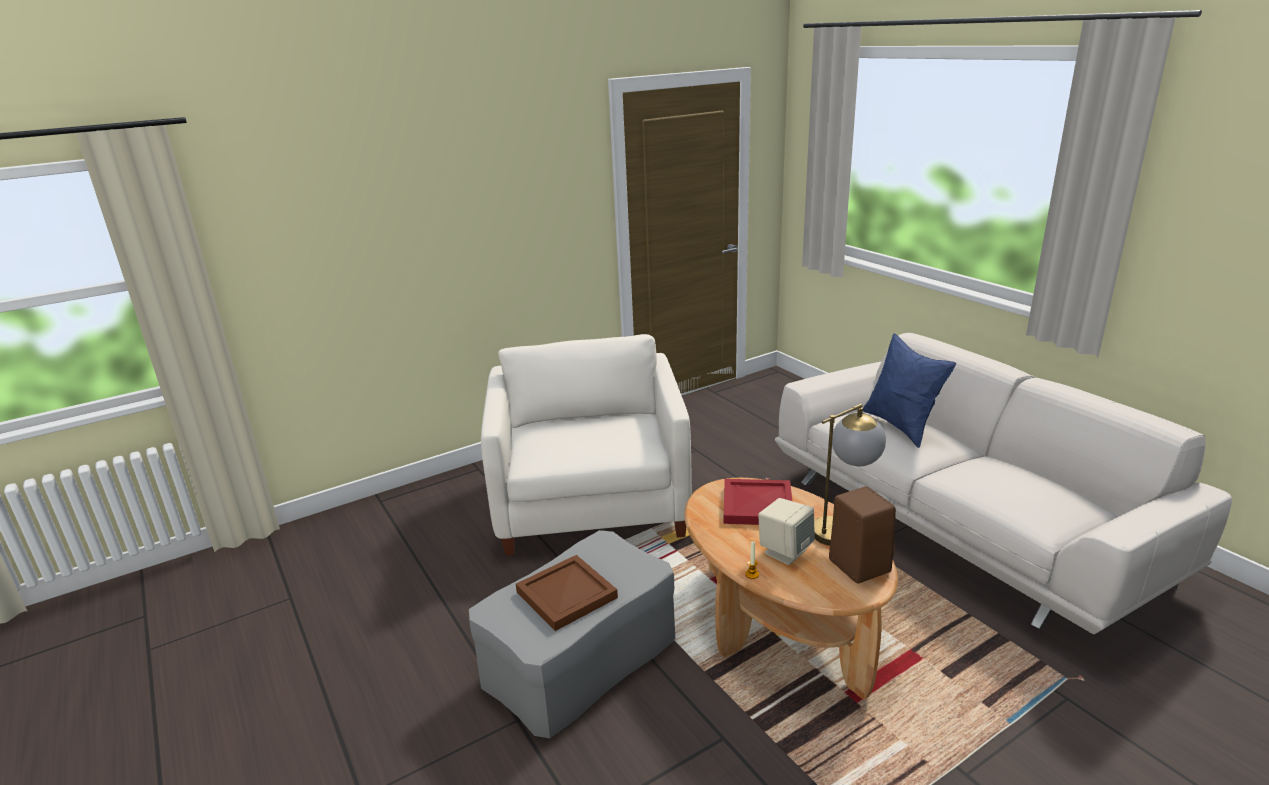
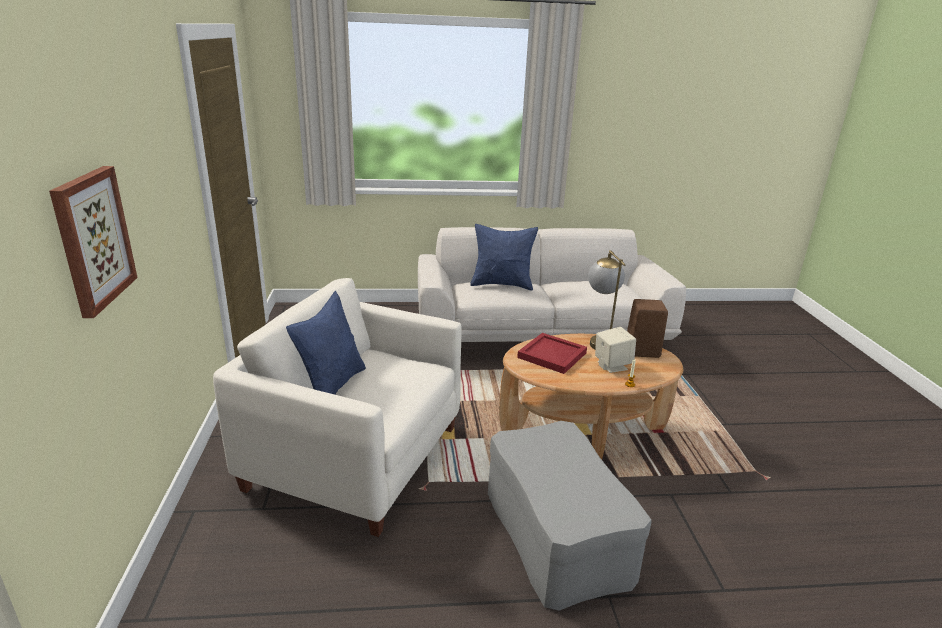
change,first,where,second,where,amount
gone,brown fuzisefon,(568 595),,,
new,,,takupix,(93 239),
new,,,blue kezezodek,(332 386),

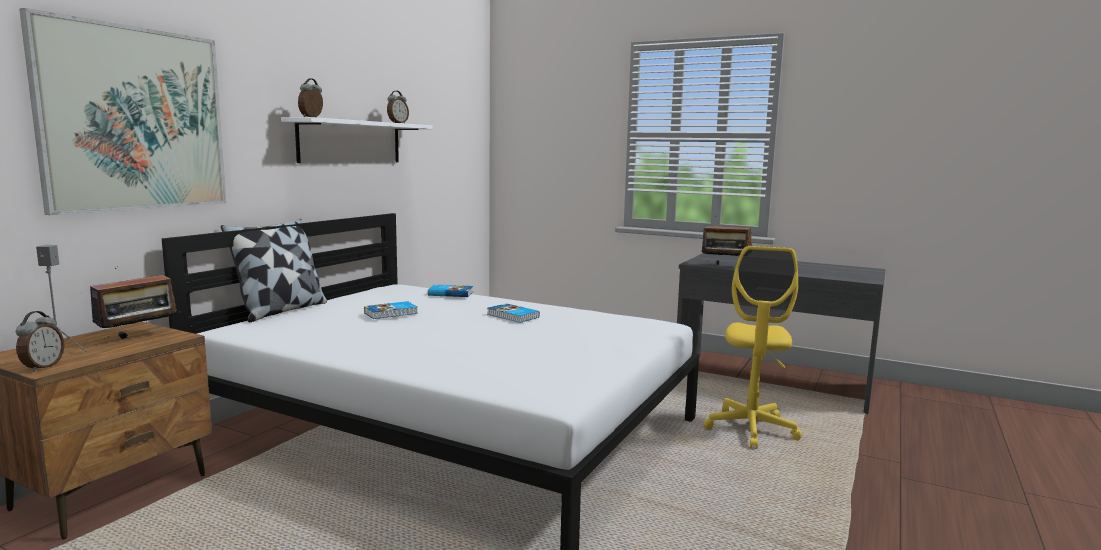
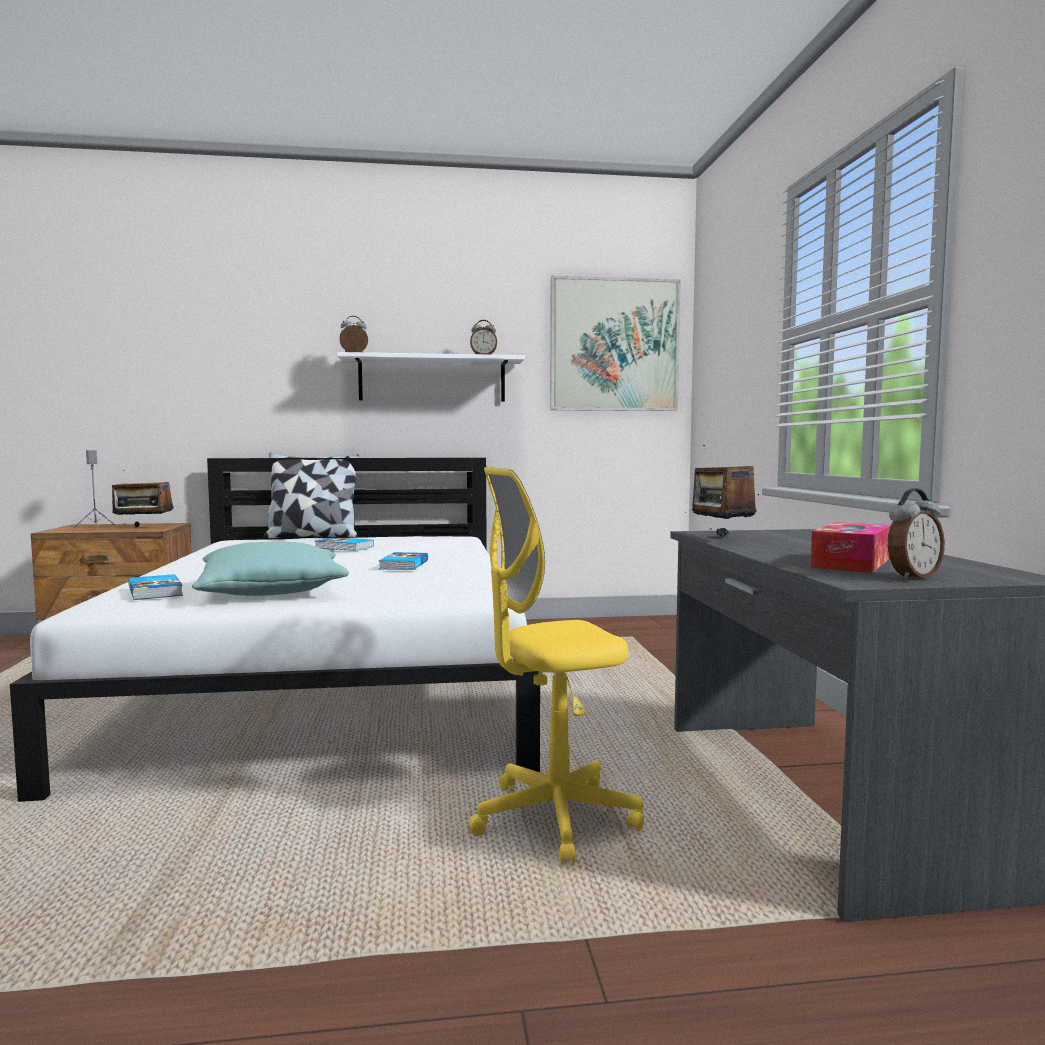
change,first,where,second,where,amount
new,,,turquoise kezezodek,(272 591),
new,,,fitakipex,(851 563),
shifted,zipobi,(42 367),,(912 577),
shifted,takupix,(134 119),,(614 345),
shifted,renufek,(450 293),,(157 591),

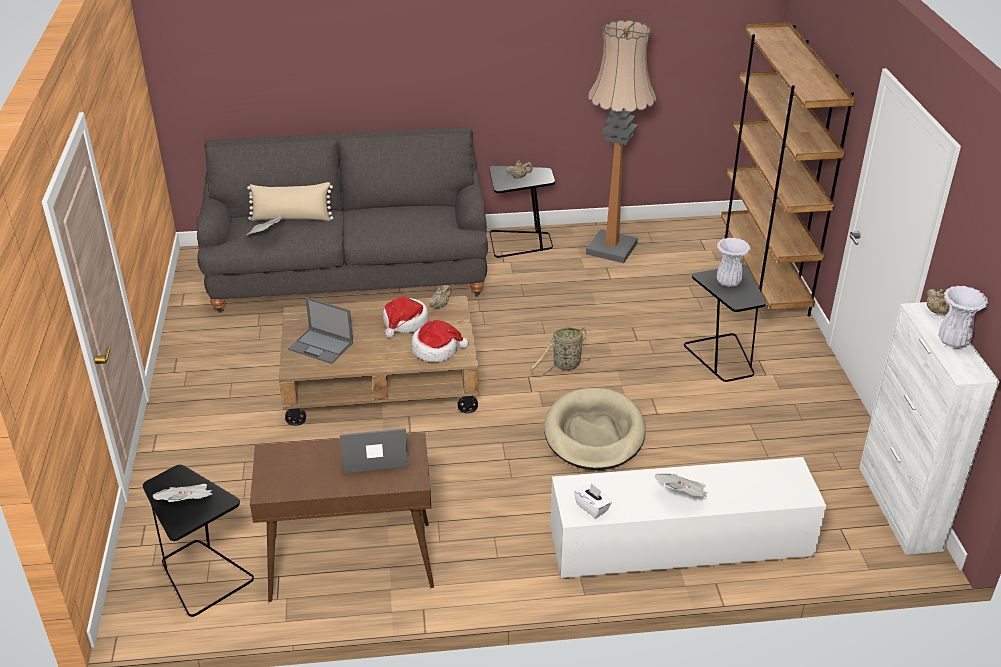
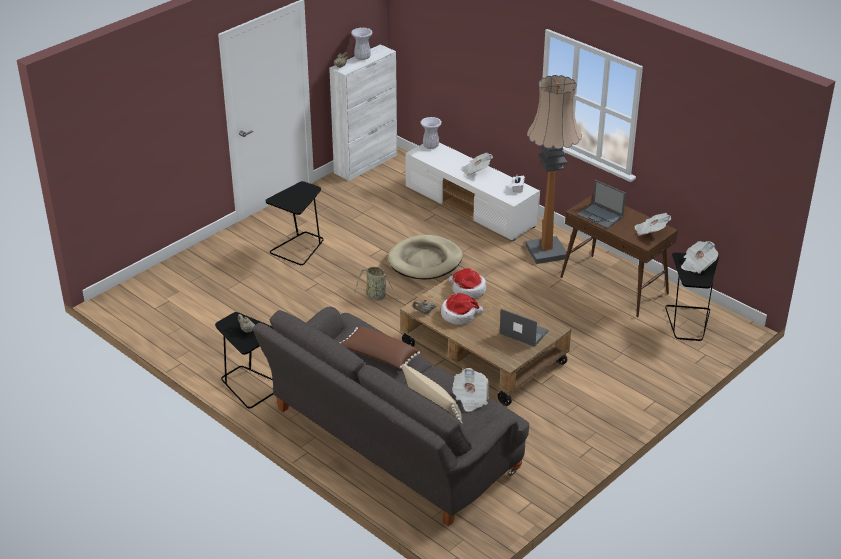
change,first,where,second,where,amount
gone,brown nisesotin,(763 274),,,
new,,,brown kezezodek,(379 356),
new,,,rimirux,(651 231),
shifted,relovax,(611 249),,(546 252),
shifted,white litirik,(727 282),,(431 146),
rotated,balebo,(321 346),,(523 332),45 degrees counterclockwise

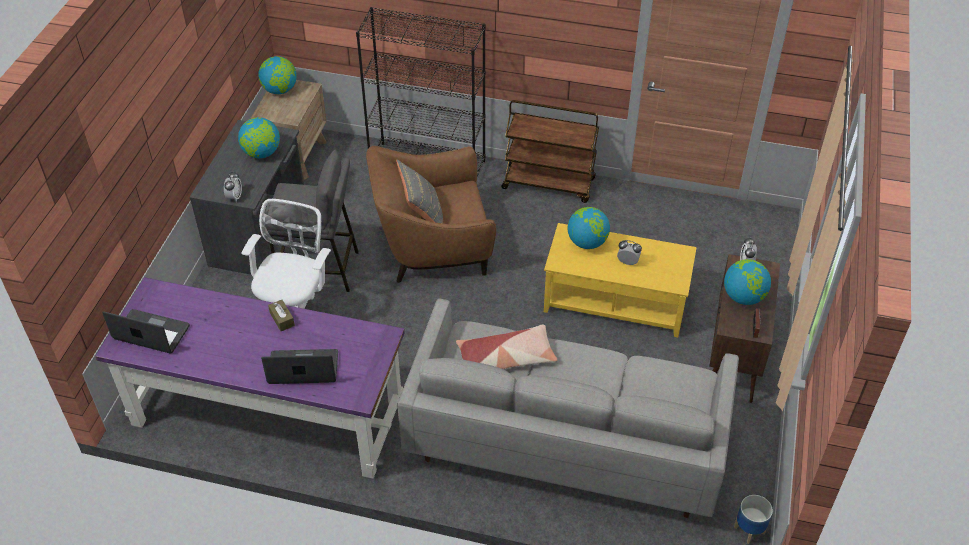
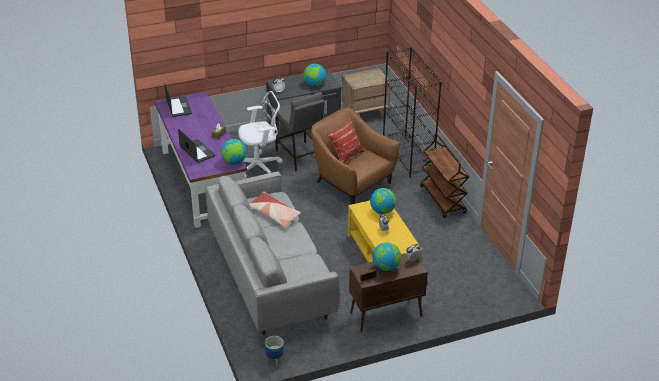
change,first,where,second,where,amount
shifted,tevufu,(280 90),,(234 162),
repainted,grey kezezodek,(422 213),red kezezodek,(346 154),

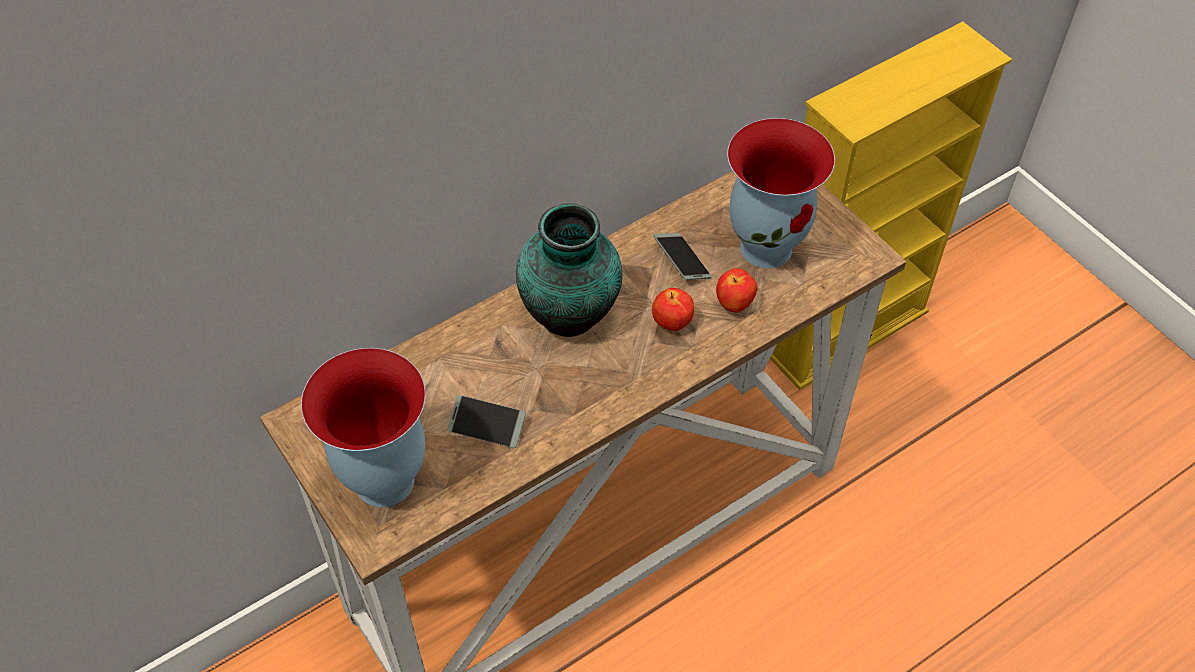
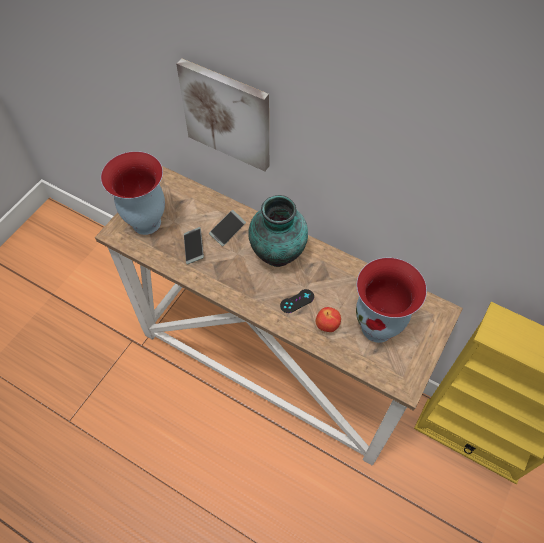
change,first,where,second,where,amount
new,,,takupix,(227 114),
shifted,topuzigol,(681 261),,(227 230),
swapped,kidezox,(671 324),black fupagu,(297 301),

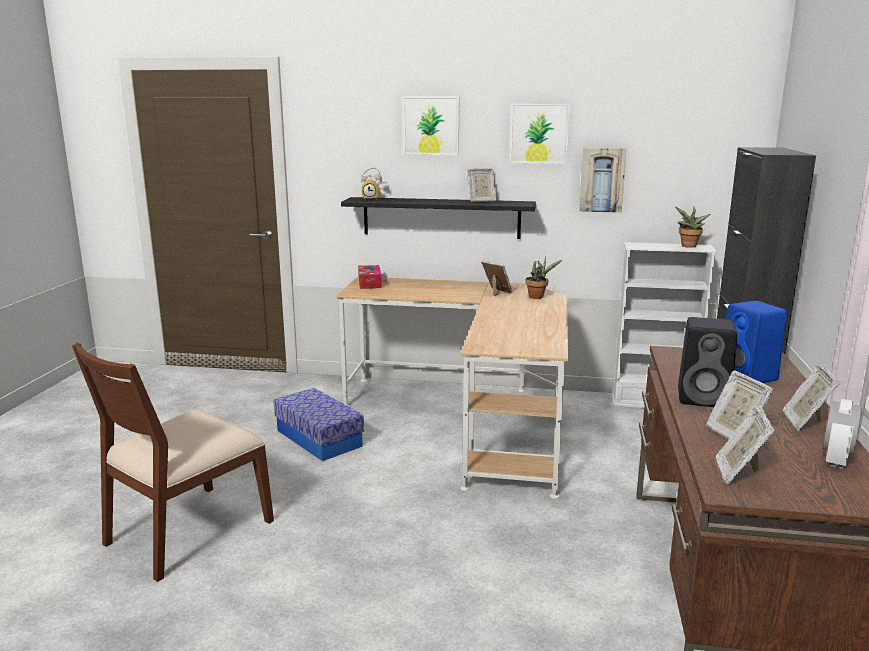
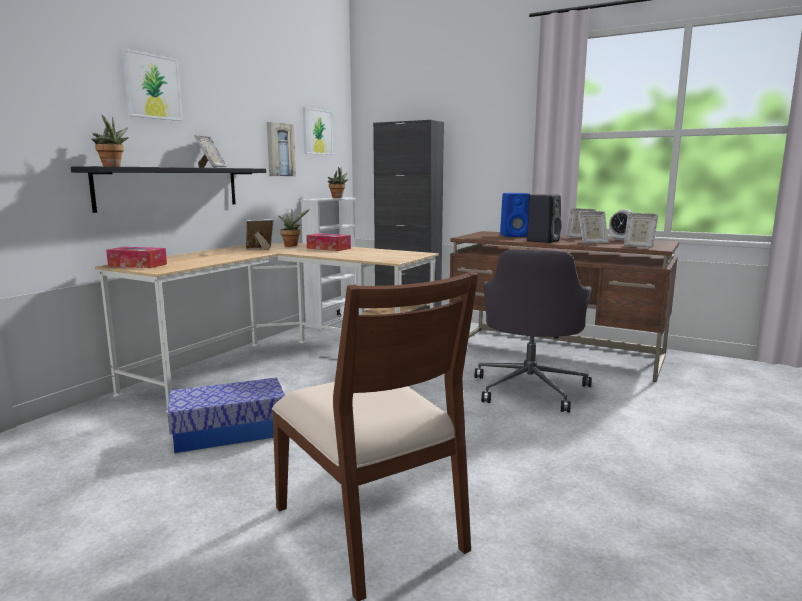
change,first,where,second,where,amount
new,,,fitakipex,(328 248),
new,,,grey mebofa,(530 388),
shifted,takupix,(539 133),,(317 132),
swapped,zipobi,(372 199),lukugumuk,(112 166),

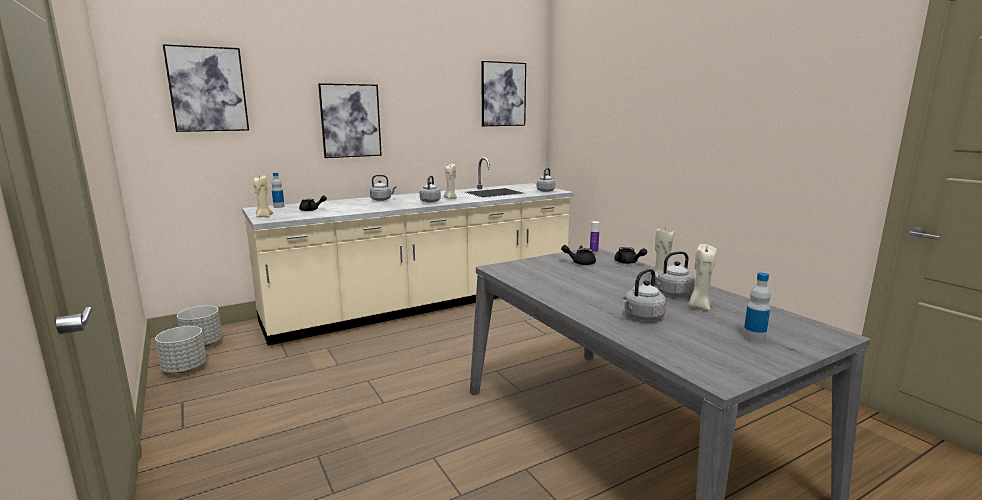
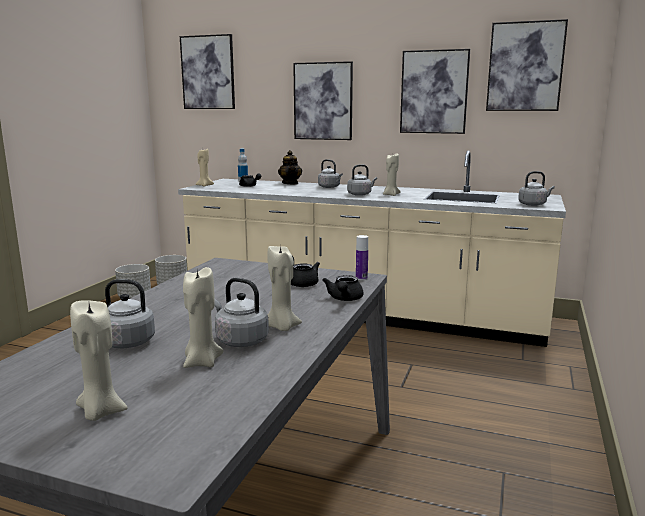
change,first,where,second,where,amount
new,,,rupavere,(290 183),
new,,,takupix,(434 92),
swapped,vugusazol,(754 338),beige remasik,(100 412),

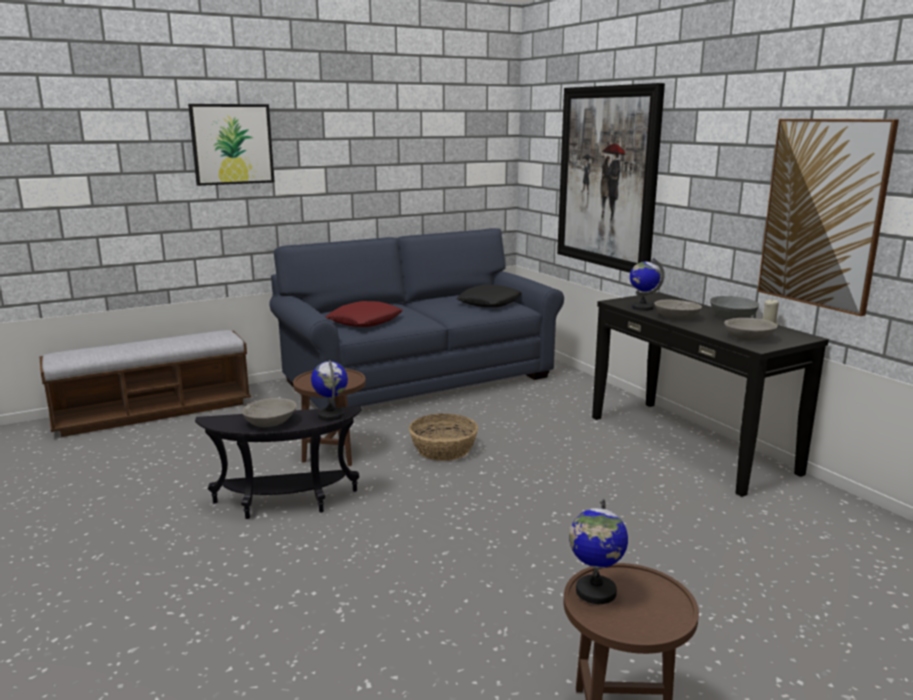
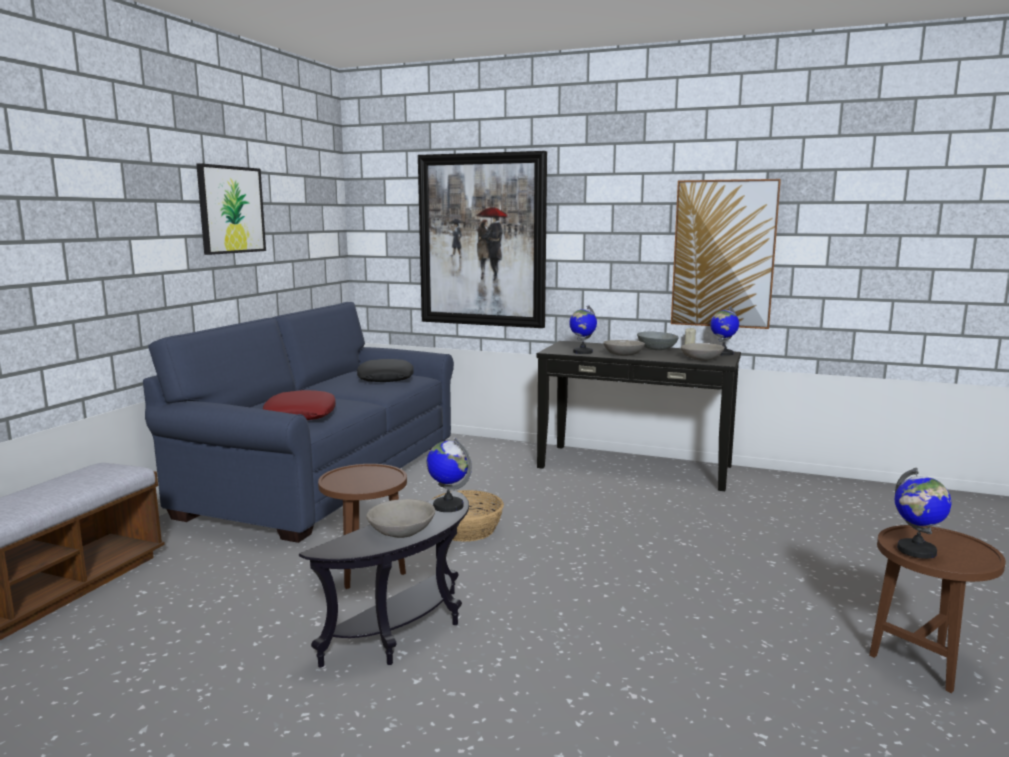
change,first,where,second,where,amount
new,,,tevufu,(722 353),
shifted,takupix,(232 144),,(231 210),

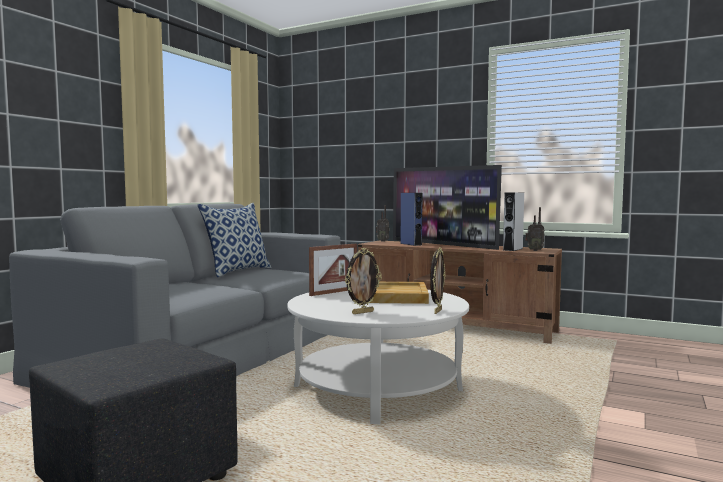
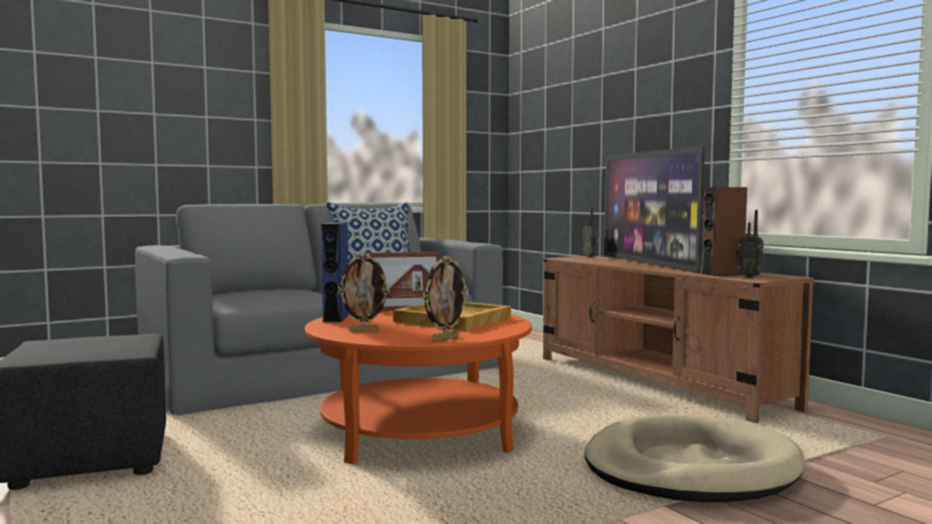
change,first,where,second,where,amount
new,,,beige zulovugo,(690 468),
shifted,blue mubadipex,(411 244),,(336 318),
repainted,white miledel,(377 389),orange miledel,(420 432),
repainted,grey mubadipex,(513 249),brown mubadipex,(722 274),

